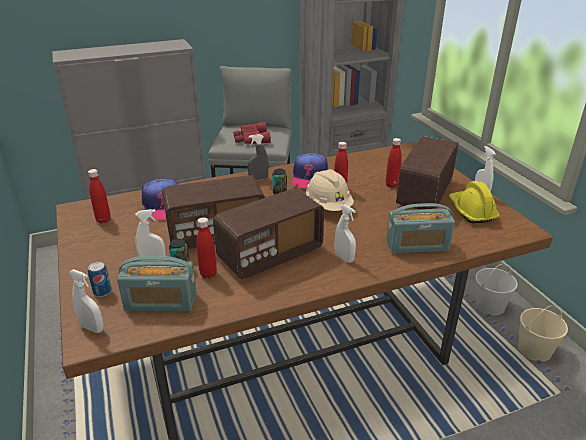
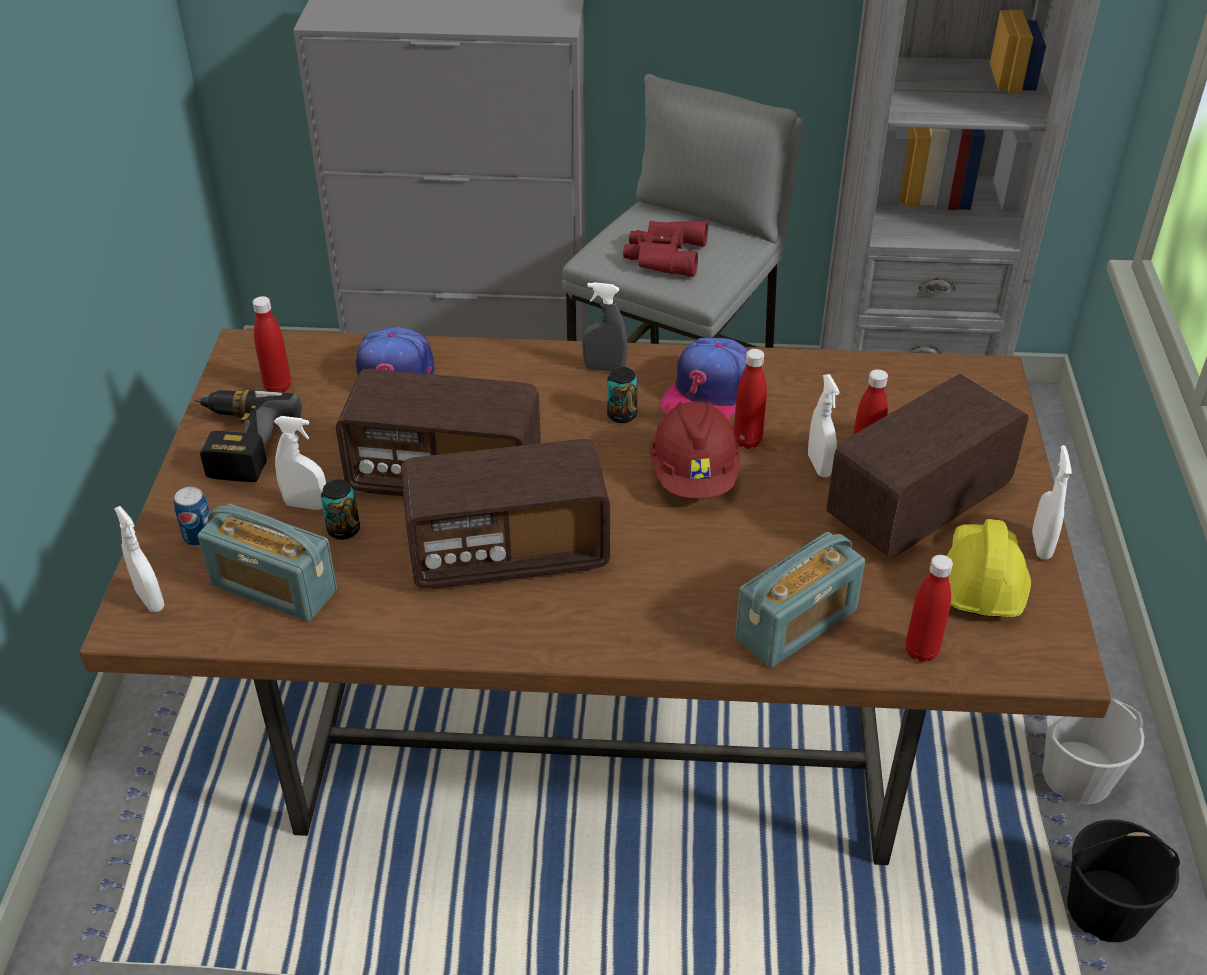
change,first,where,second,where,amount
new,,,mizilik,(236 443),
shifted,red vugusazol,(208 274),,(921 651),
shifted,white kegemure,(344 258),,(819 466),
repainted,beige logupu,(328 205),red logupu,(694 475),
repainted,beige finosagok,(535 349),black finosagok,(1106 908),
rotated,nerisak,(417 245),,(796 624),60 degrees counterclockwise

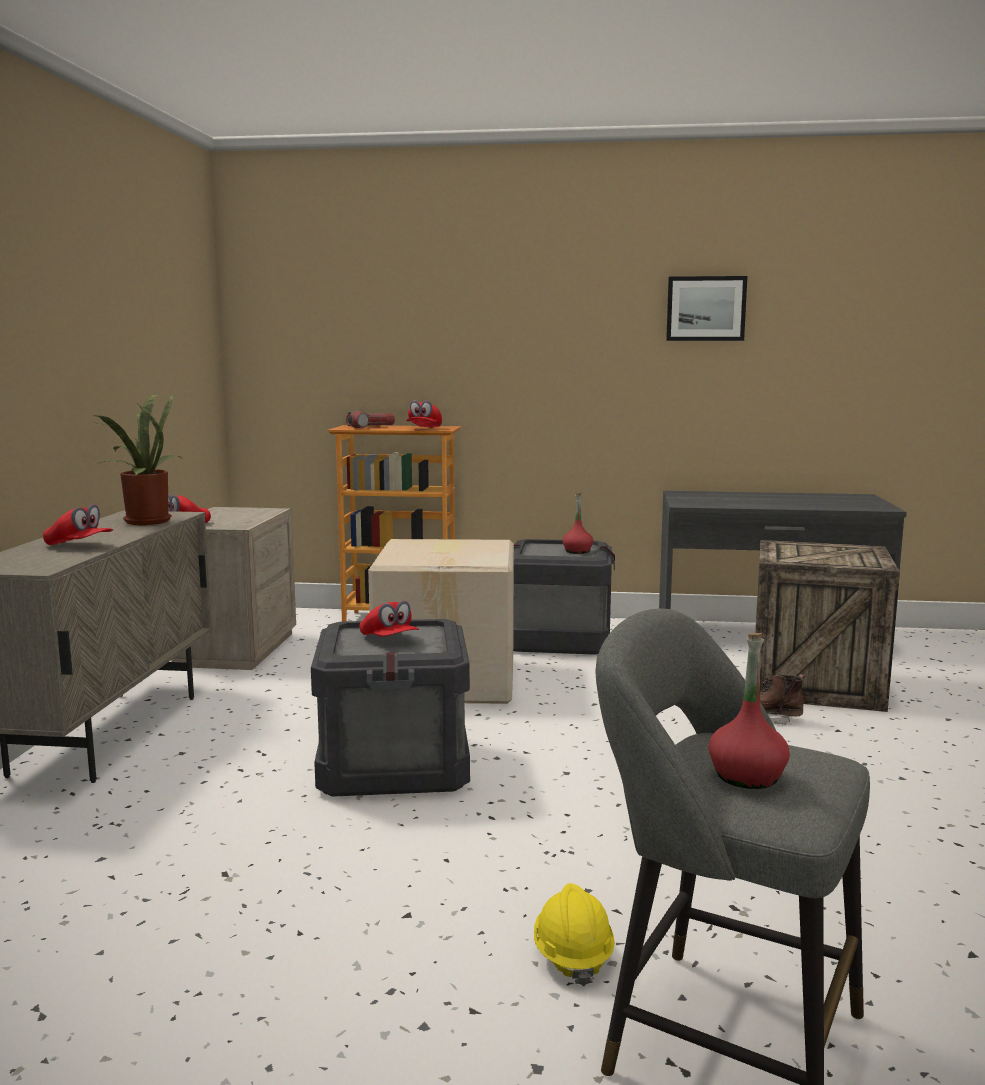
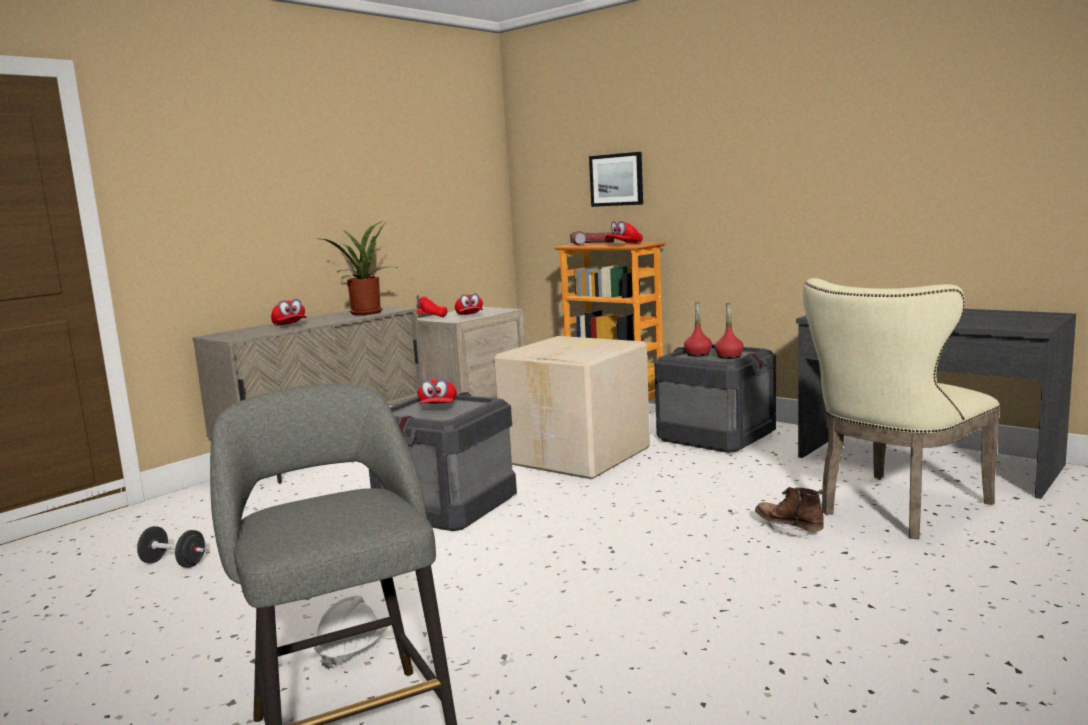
change,first,where,second,where,amount
new,,,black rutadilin,(174 563),
new,,,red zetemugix,(470 316),
shifted,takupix,(706 308),,(616 179),
shifted,red vugusazol,(746 776),,(698 354),
swapped,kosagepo,(814 685),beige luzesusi,(896 509),
repainted,yellow logupu,(572 956),white logupu,(352 650),

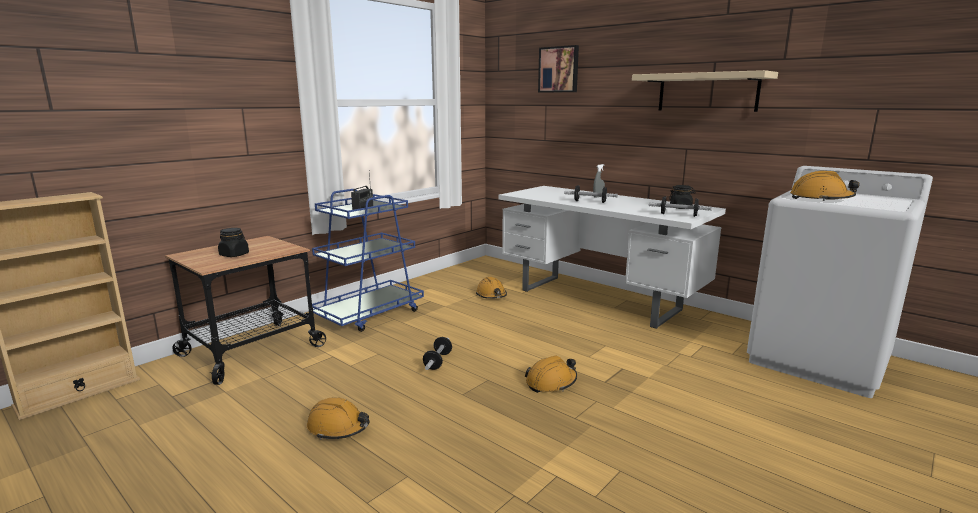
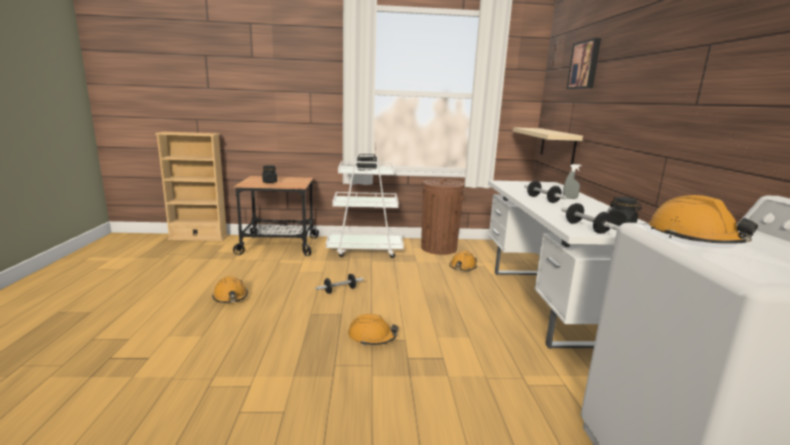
change,first,where,second,where,amount
new,,,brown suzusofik,(439 248),
shifted,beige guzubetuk,(707 92),,(557 145),
repainted,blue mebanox,(370 314),white mebanox,(365 249),

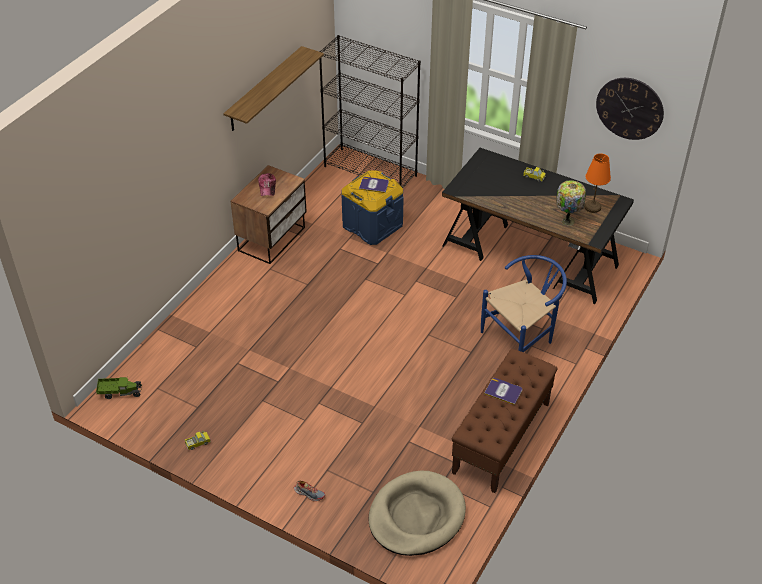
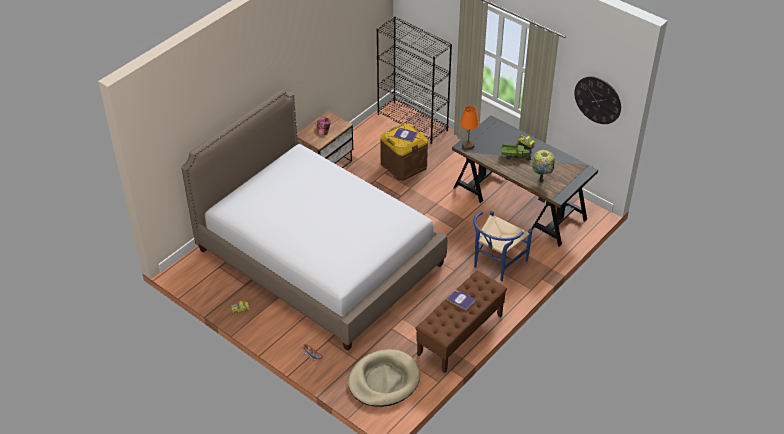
change,first,where,second,where,amount
gone,guzubetuk,(264 89),,,
new,,,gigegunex,(319 257),
shifted,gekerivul,(120 392),,(515 156),
shifted,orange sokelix,(592 207),,(468 145),
repainted,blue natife,(372 225),brown natife,(404 165),
rotated,blue luzesusi,(522 338),,(496 265),150 degrees clockwise

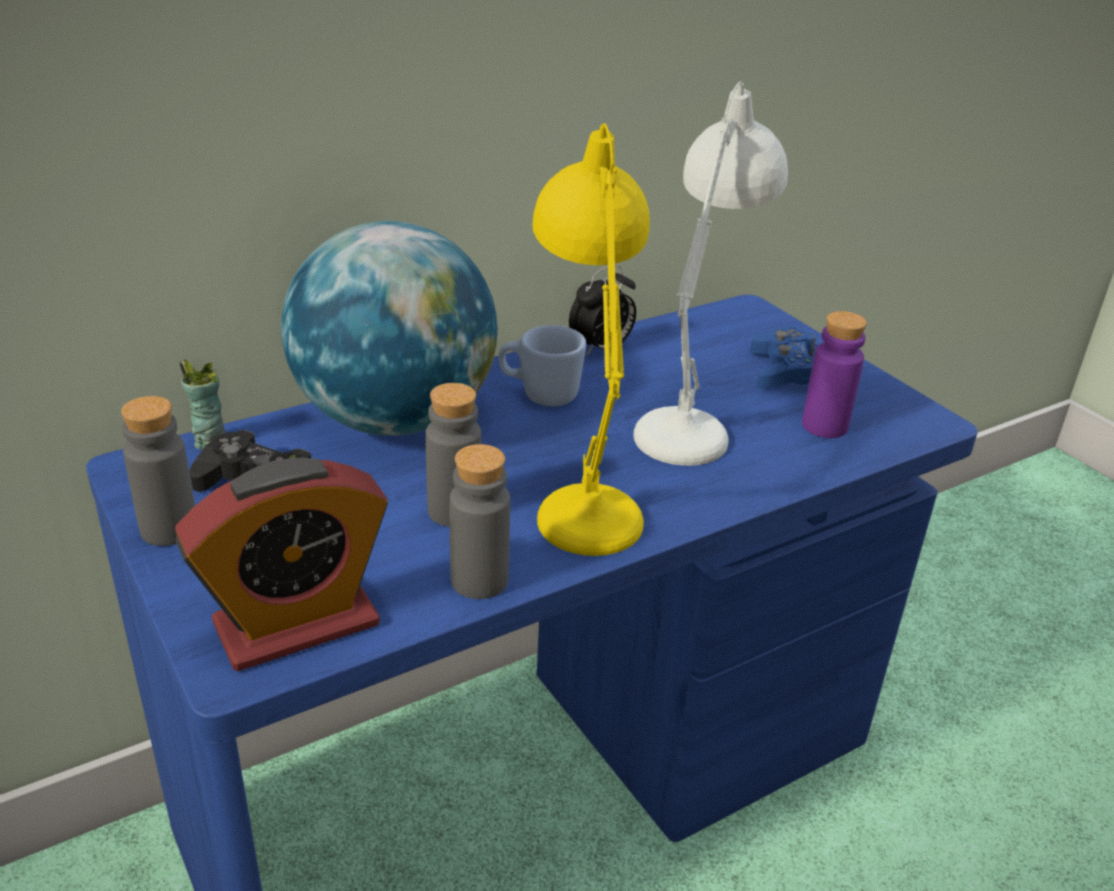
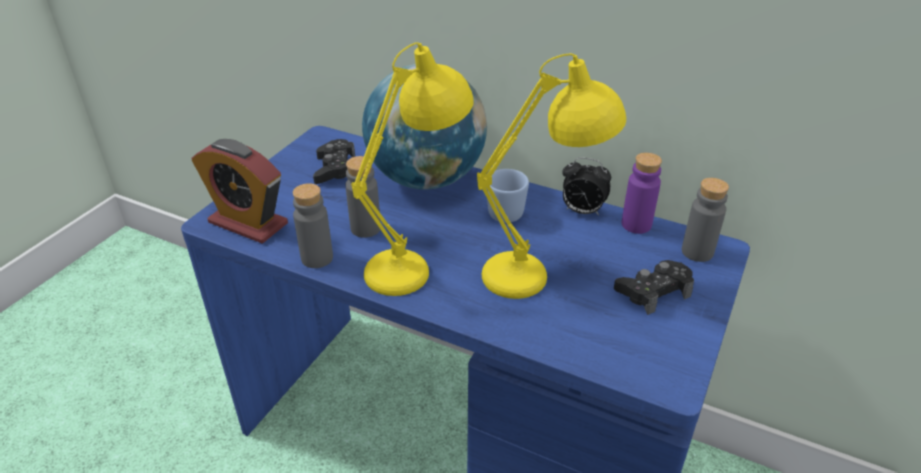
change,first,where,second,where,amount
gone,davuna,(209 441),,,
shifted,grey vugusazol,(169 529),,(697 252),
shifted,purple vugusazol,(824 426),,(636 224),
repainted,white sokelix,(694 420),yellow sokelix,(542 274),
repainted,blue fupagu,(784 371),black fupagu,(653 291),

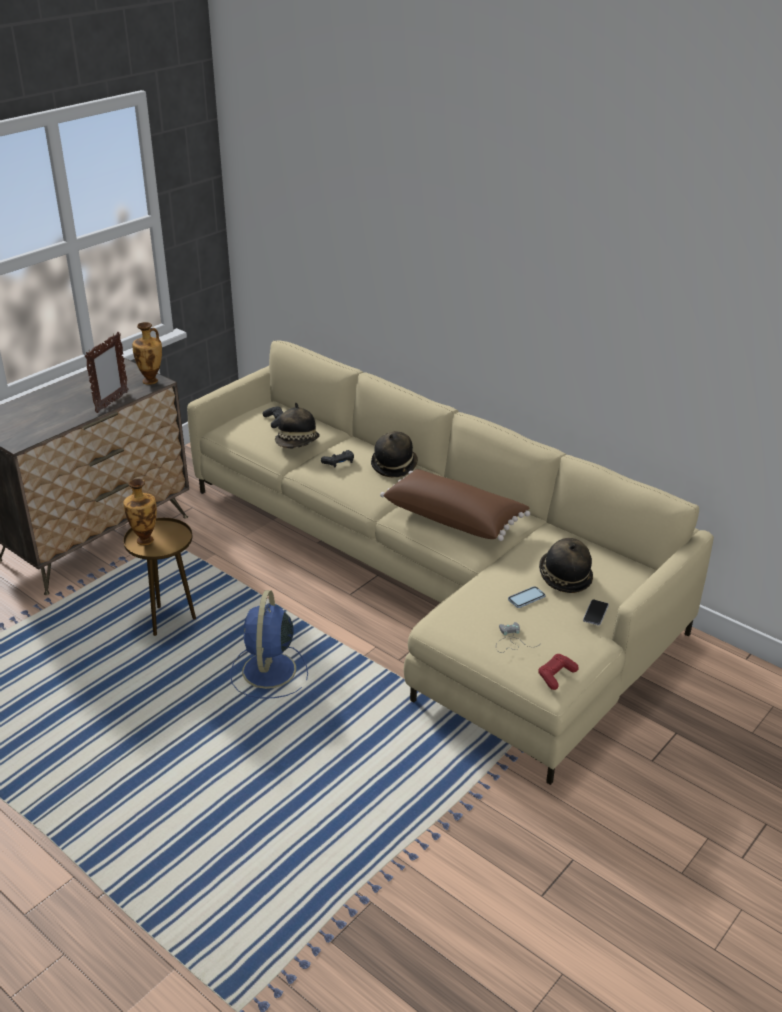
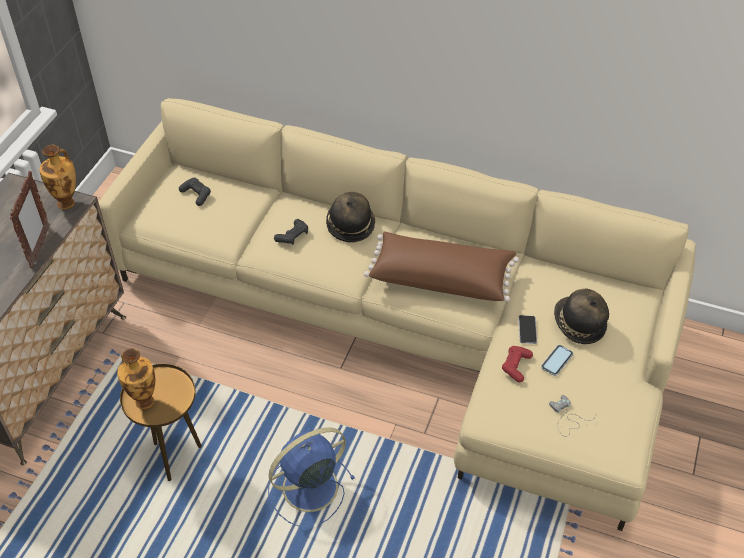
change,first,where,second,where,amount
gone,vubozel,(297 444),,,
shifted,red fupagu,(556 675),,(516 366),
shifted,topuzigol,(595 613),,(527 330),
rotated,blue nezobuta,(268 672),,(307 488),75 degrees clockwise

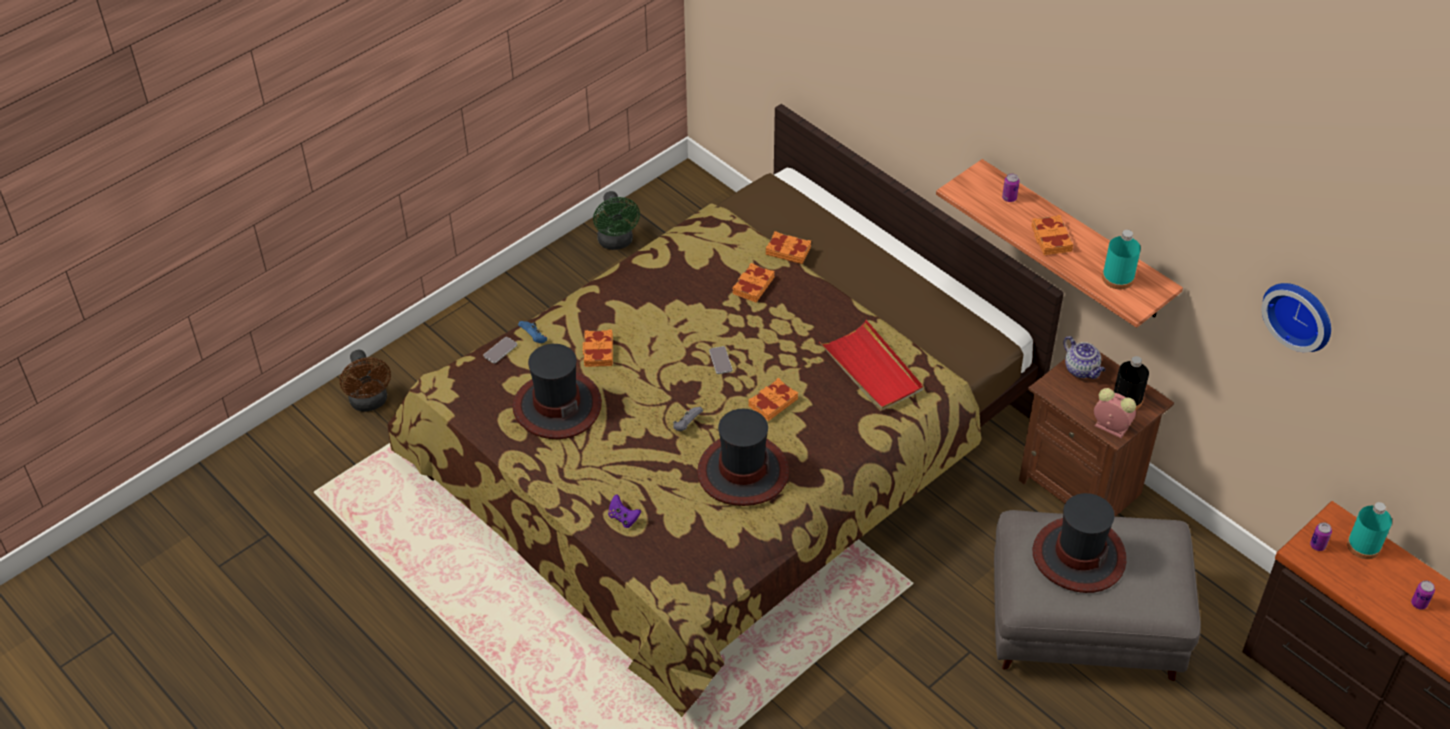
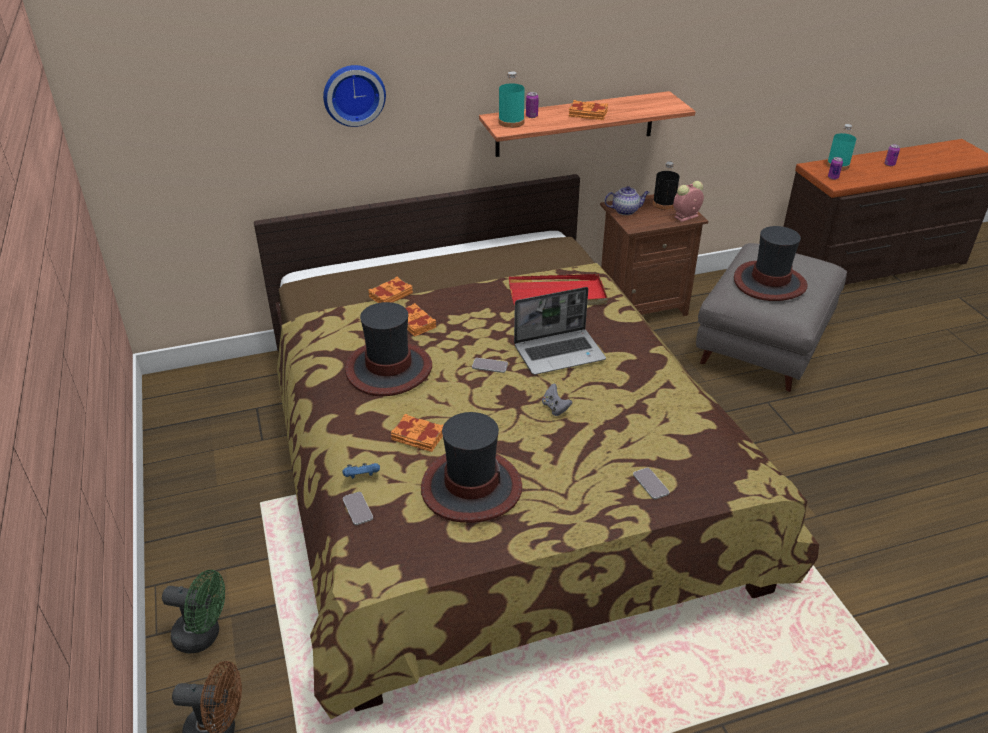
change,first,where,second,where,amount
shifted,green nezobuta,(616 242),,(204 635),
shifted,vubozel,(742 472),,(389 369),
shifted,turquoise vugusazol,(1118 277),,(511 122),
shifted,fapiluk,(1300 314),,(353 94),
swapped,purple fupagu,(623 518),topuzigol,(650 484),
swapped,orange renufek,(772 402),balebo,(560 352),

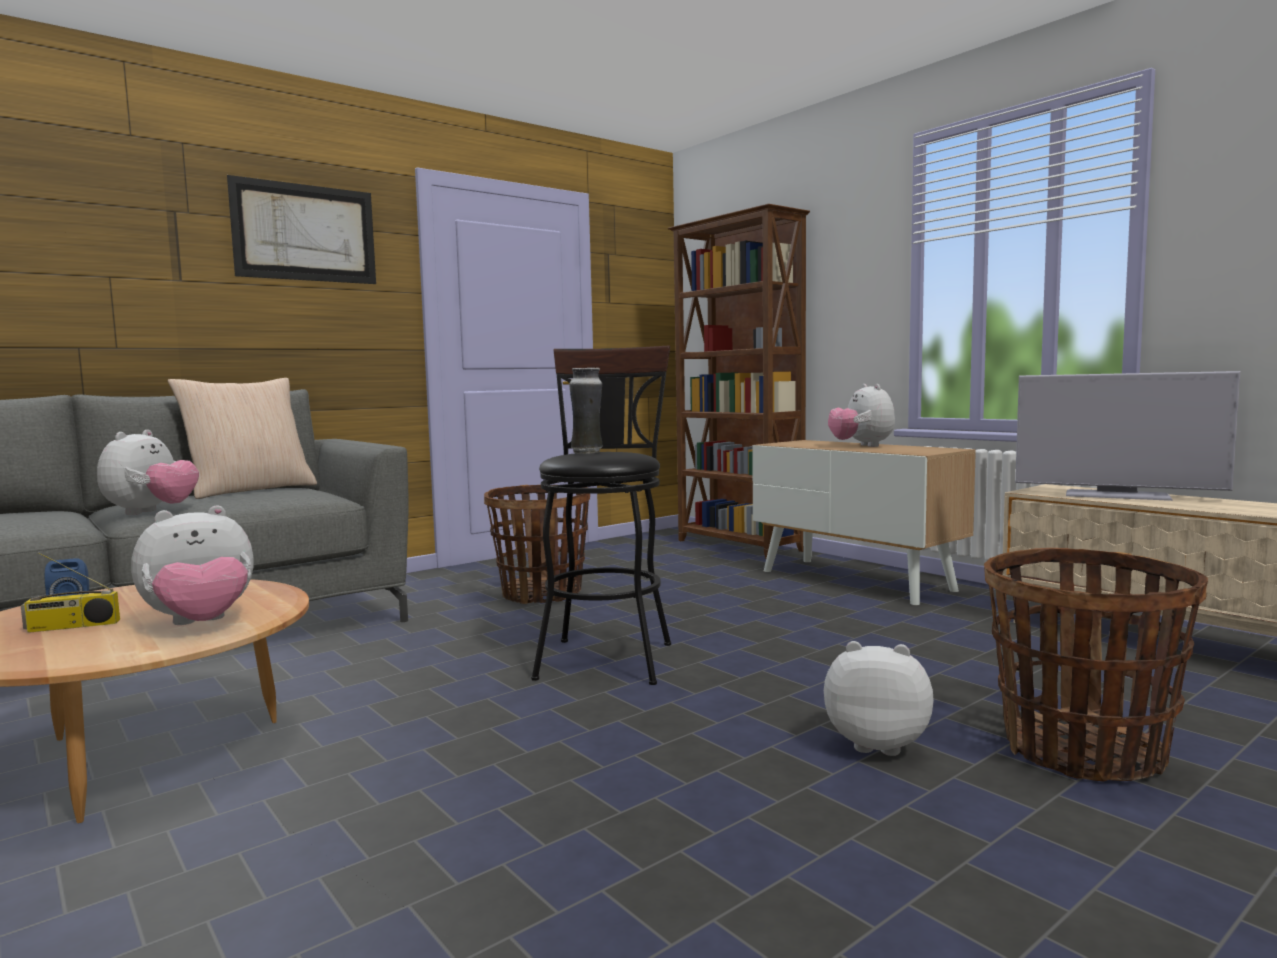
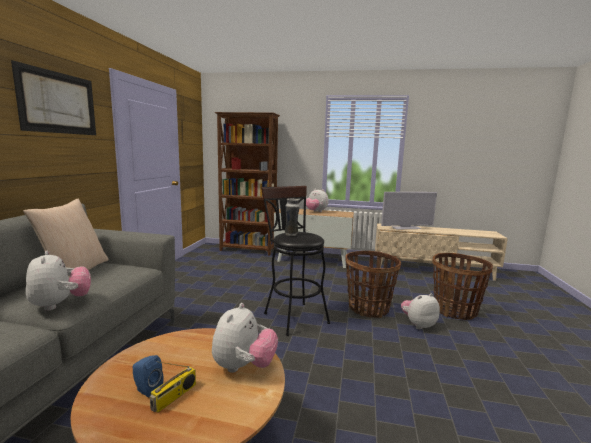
change,first,where,second,where,amount
shifted,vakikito,(541 594),,(368 308),

